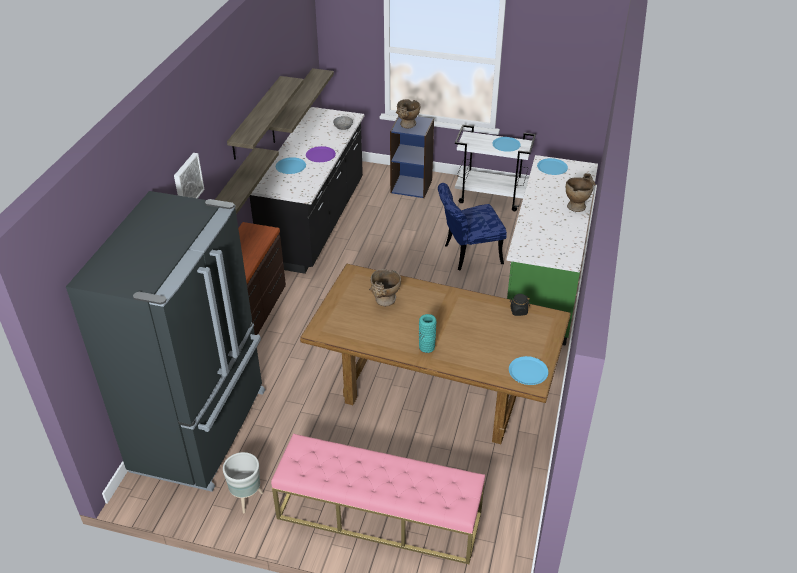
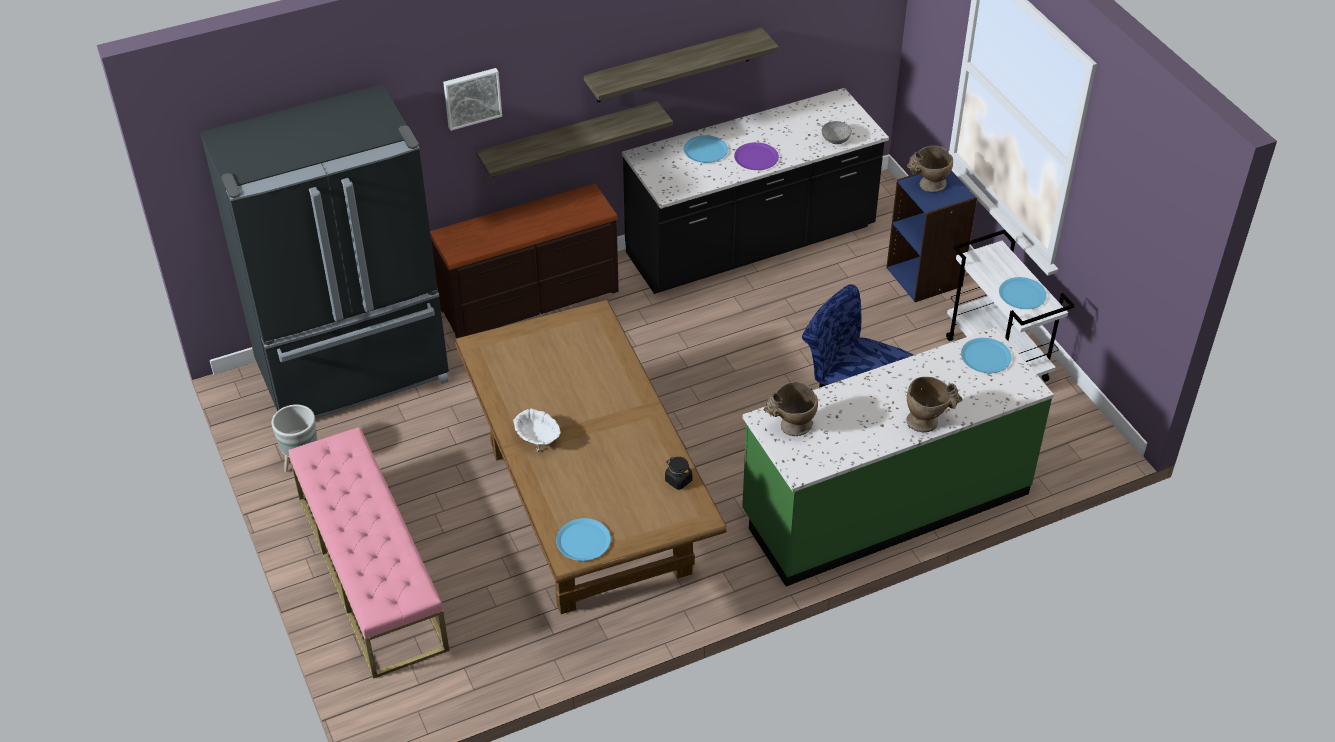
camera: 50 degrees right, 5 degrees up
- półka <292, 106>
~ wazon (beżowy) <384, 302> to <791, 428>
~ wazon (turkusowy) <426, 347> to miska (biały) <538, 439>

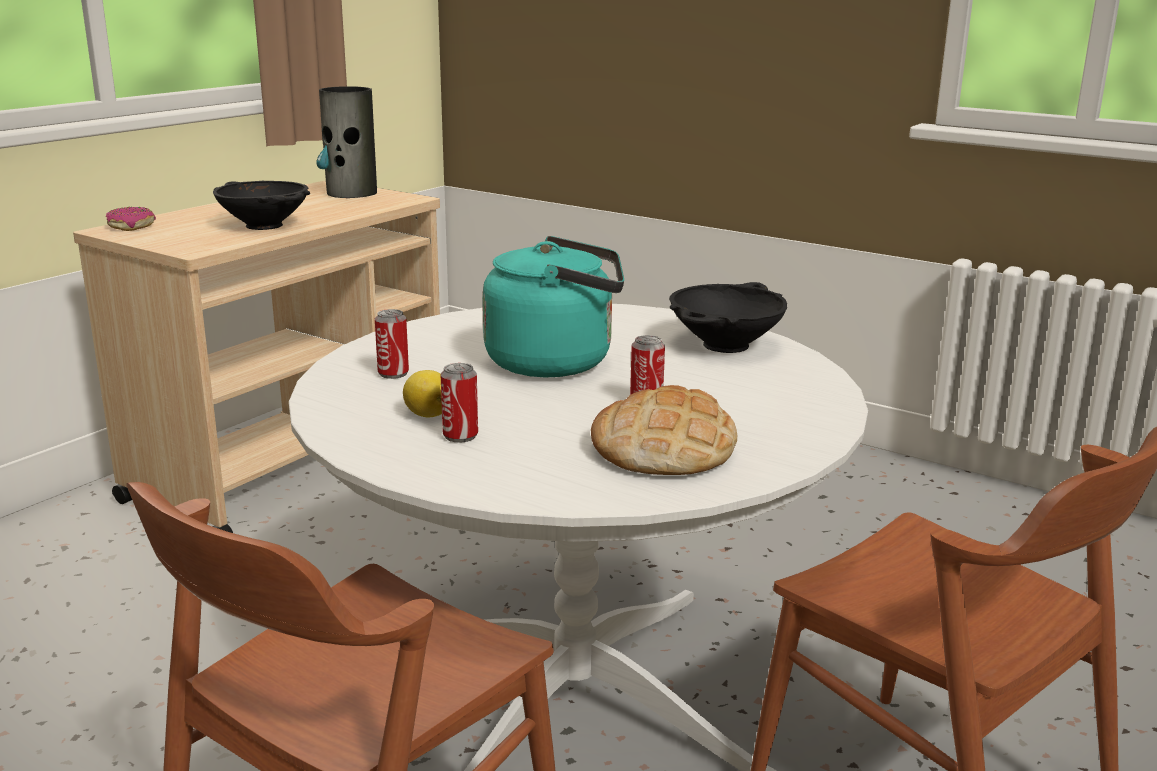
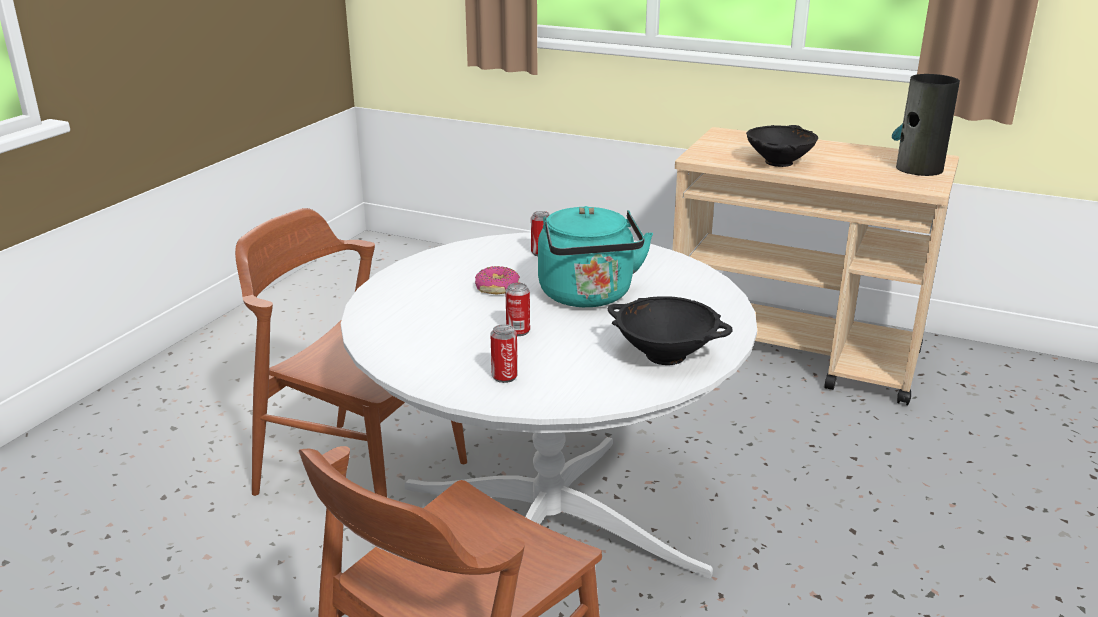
camera: 80 degrees right, 5 degrees up
- cytryna <427, 414>
- chleb <663, 448>
~ donut <131, 226> to <497, 288>
~ puszka <460, 436> to <504, 377>

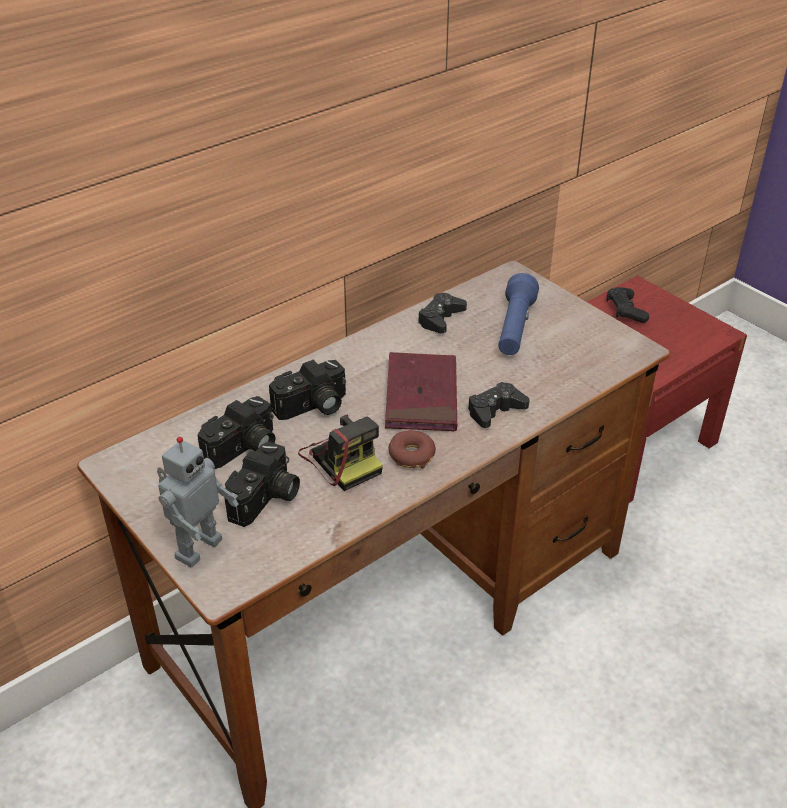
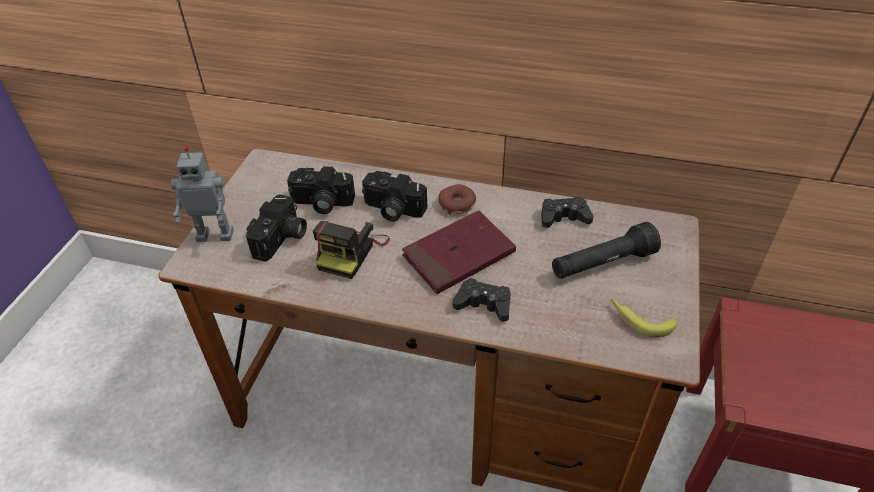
camera: 55 degrees right, 5 degrees up
- pad do gier (czarny) <625, 311>
+ banan <639, 319>
~ donut <411, 455> to <457, 204>
~ latarka (niebieski) <515, 328> to latarka (czarny) <602, 264>
~ aparat fotograficzny <266, 499> = <282, 239> 60 degrees counterclockwise

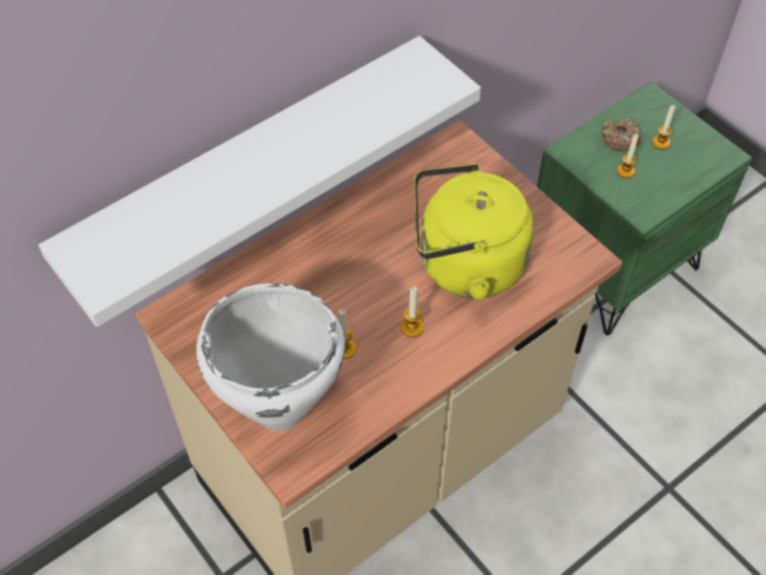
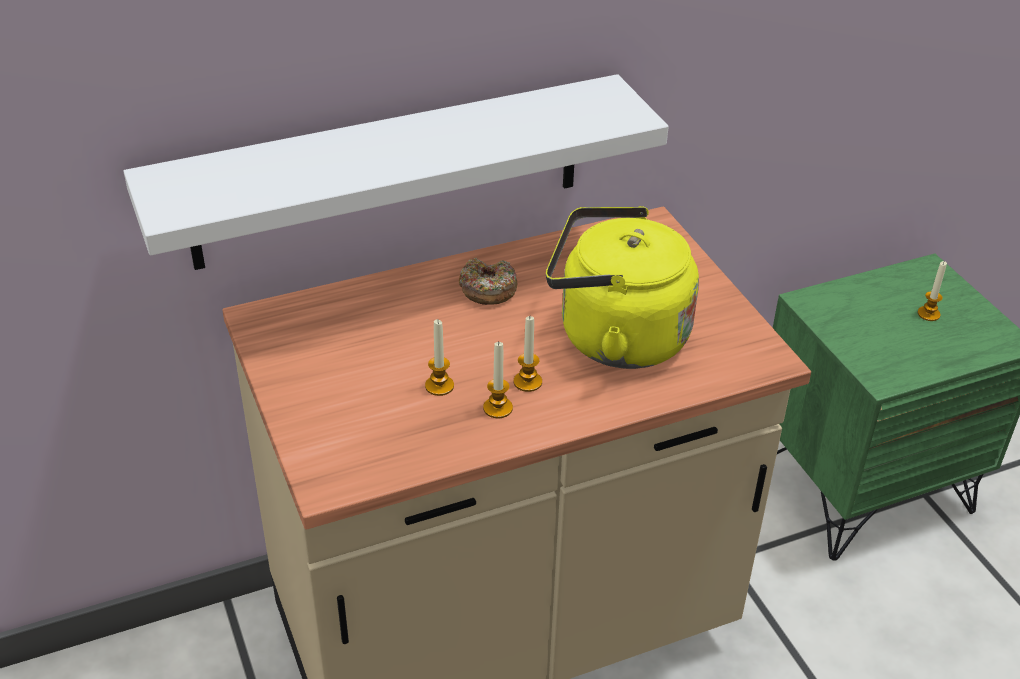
camera: 15 degrees right, 15 degrees down
- garnek (biały) <279, 407>
~ donut <619, 139> to <487, 289>
~ świeca <625, 171> to <498, 408>

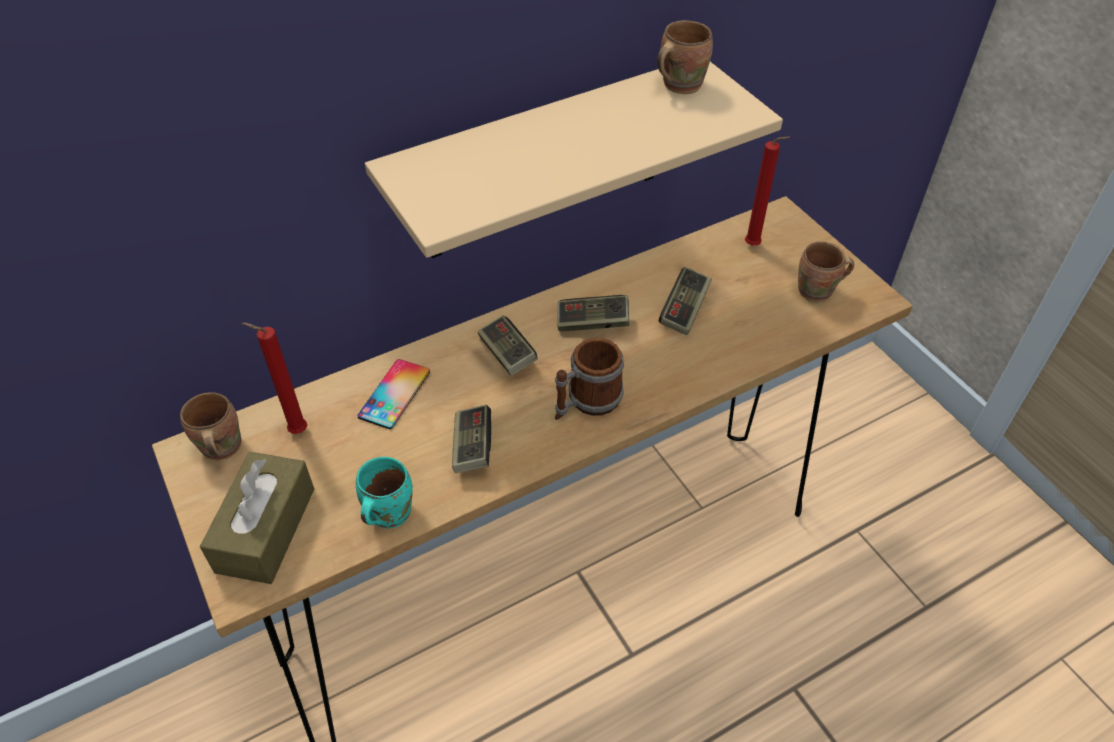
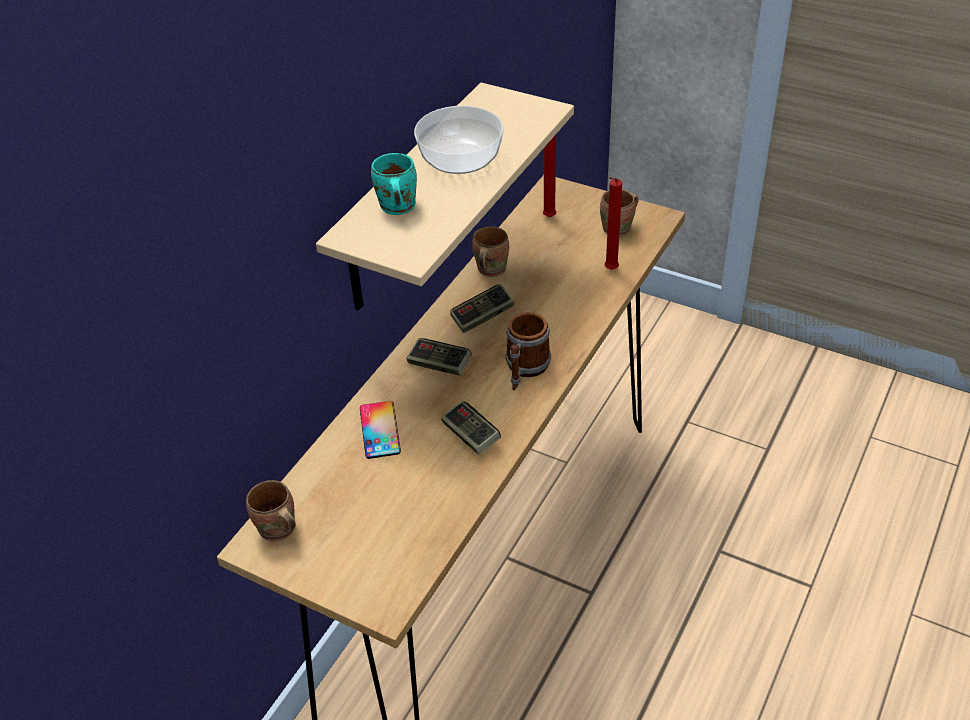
camera: 30 degrees left, 5 degrees down
- pudełko chusteczek (brązowy) <266, 529>
- pad do gier <684, 310>
+ miska <461, 159>
~ świeca (czerwony) <295, 431> to <609, 270>
~ kubek (turkusowy) <386, 513> to <395, 208>
~ kubek (brązowy) <678, 84> to <489, 270>

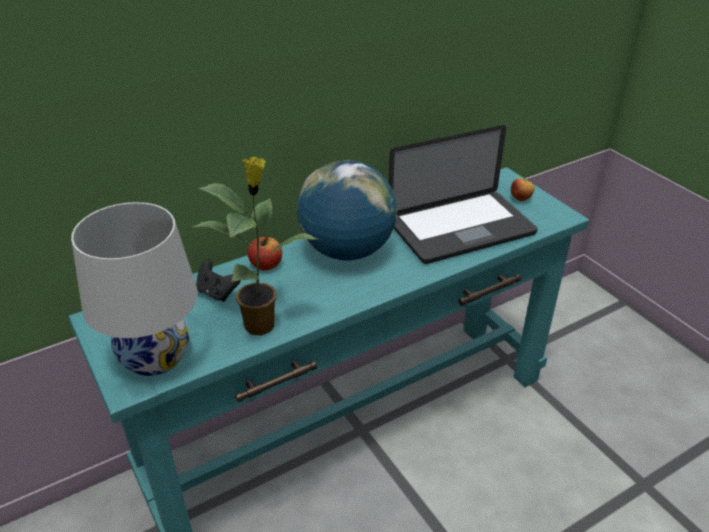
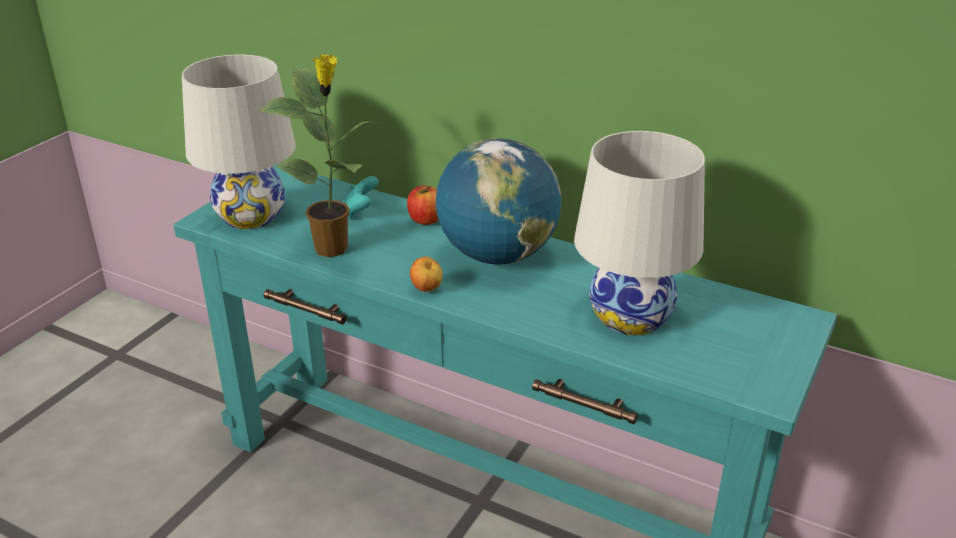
camera: 60 degrees right, 5 degrees down
~ jabłko <521, 199> to <427, 289>
~ laptop <461, 228> to lampa stołowa (biały) <631, 316>
~ pad do gier (czarny) <218, 292> to pad do gier (turkusowy) <360, 212>

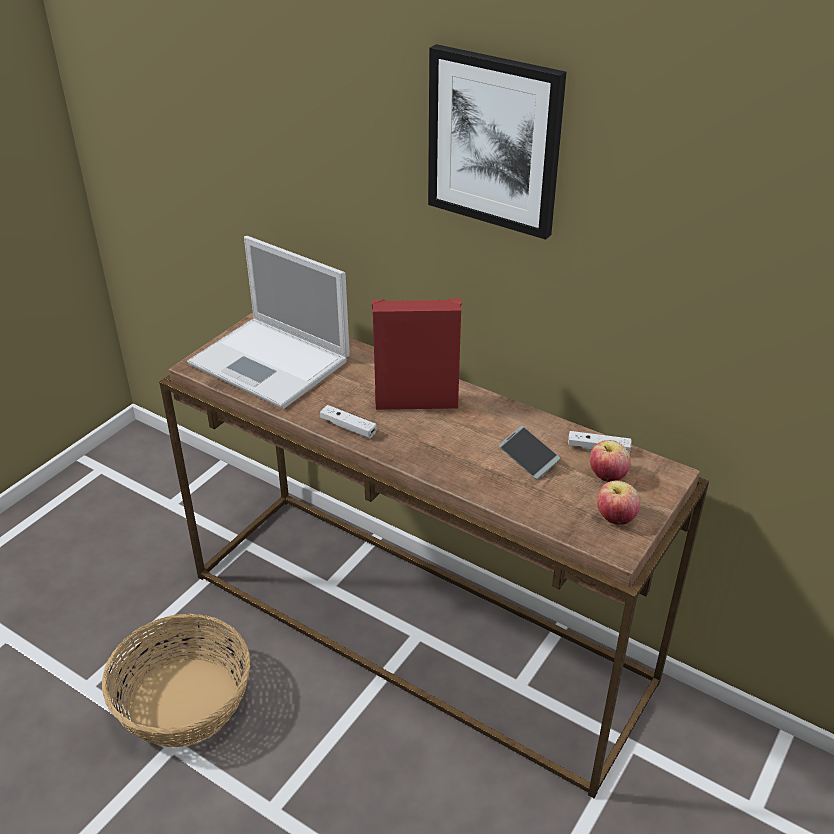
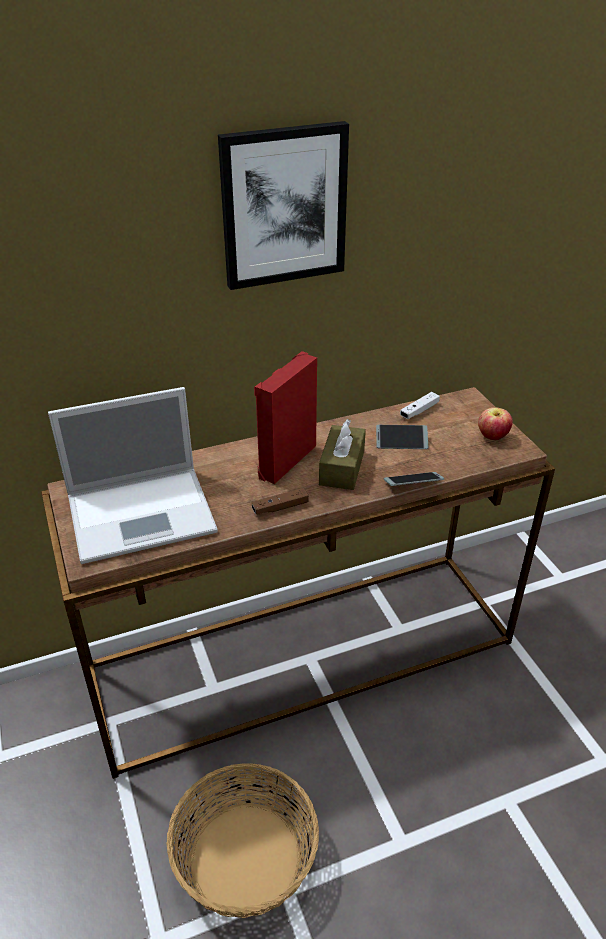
camera: 55 degrees left, 0 degrees up
- jabłko <607, 476>
+ pudełko chusteczek (brązowy) <342, 468>
+ telefon <412, 484>
~ pad do gier (biały) <348, 427> to pad do gier (brązowy) <280, 507>

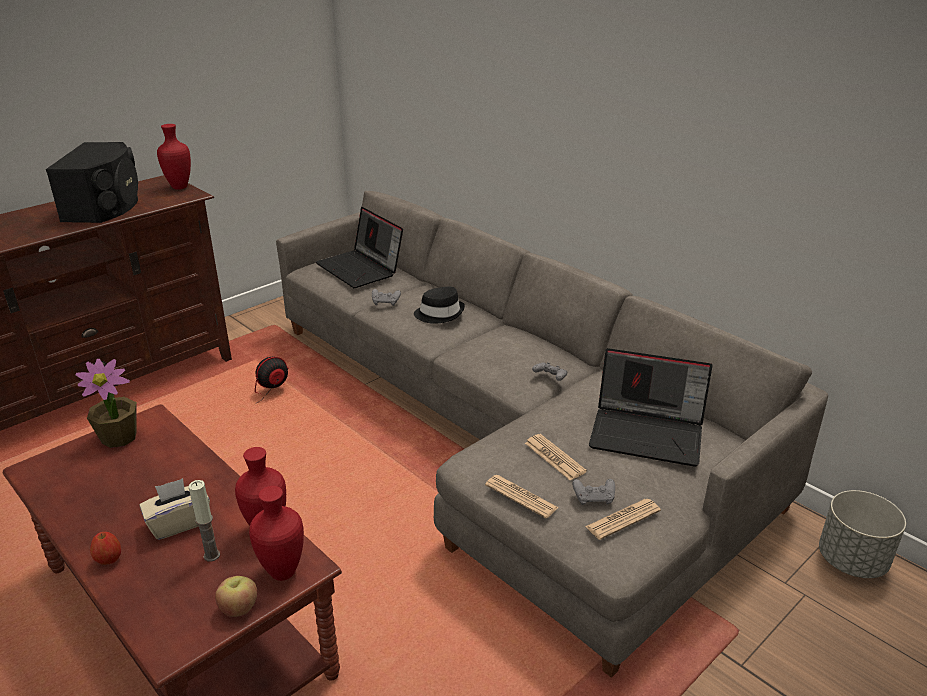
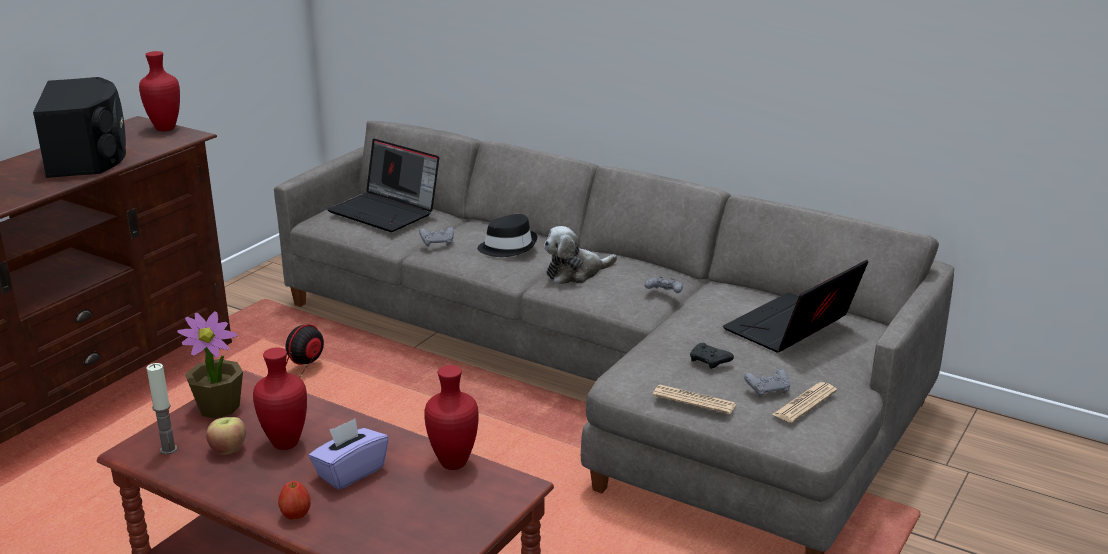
camera: 15 degrees left, 5 degrees down
- donica (szary) <852, 560>
+ pluszak <576, 273>
~ świeca <212, 555> to <168, 449>
~ jabłko <239, 608> to <228, 449>
~ wazon (czerwony) <284, 573> to <287, 444>
~ gazeta <554, 457> to pad do gier (czarny) <710, 362>
~ pudełko chusteczek (beżowy) <179, 523> to pudełko chusteczek (fioletowy) <350, 472>
~ laptop <648, 433> = <791, 328> 135 degrees clockwise

